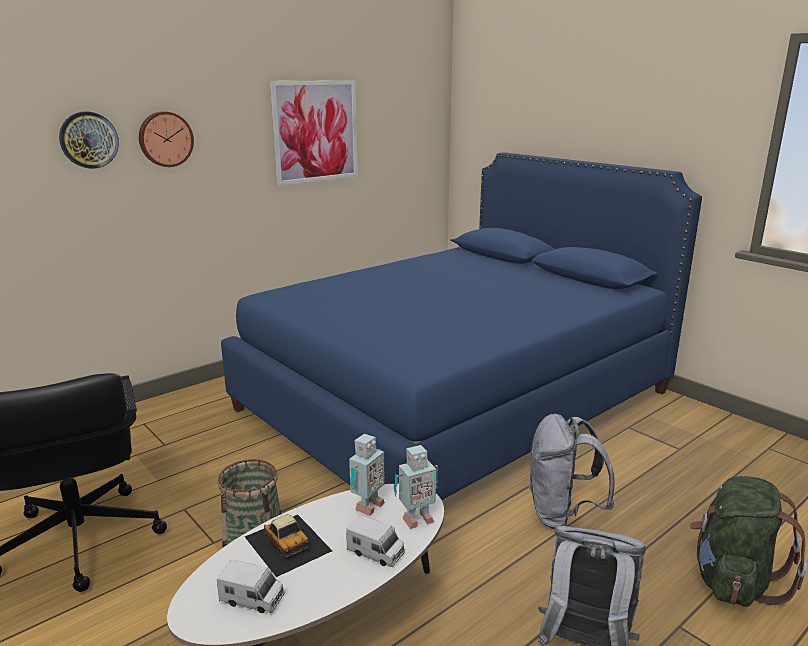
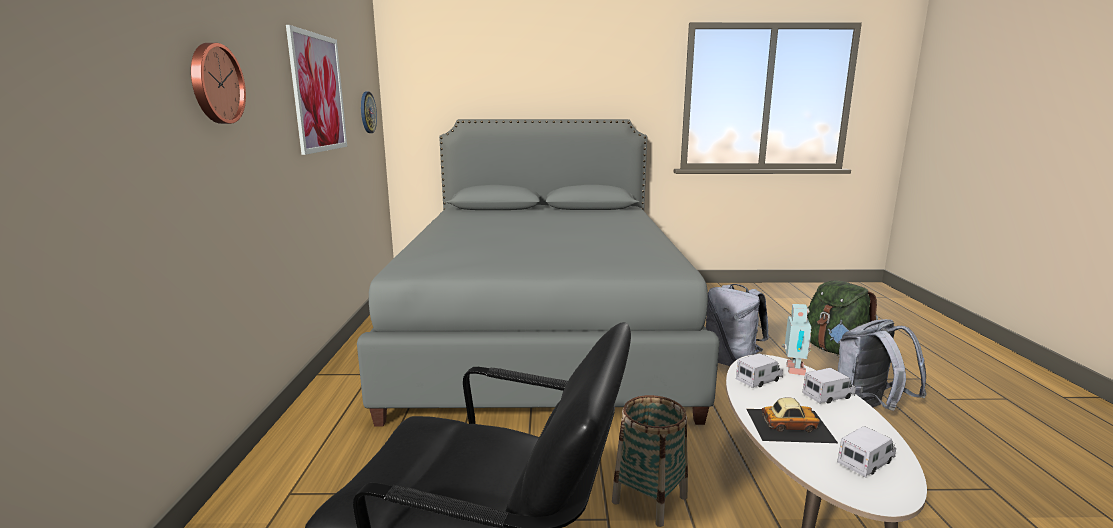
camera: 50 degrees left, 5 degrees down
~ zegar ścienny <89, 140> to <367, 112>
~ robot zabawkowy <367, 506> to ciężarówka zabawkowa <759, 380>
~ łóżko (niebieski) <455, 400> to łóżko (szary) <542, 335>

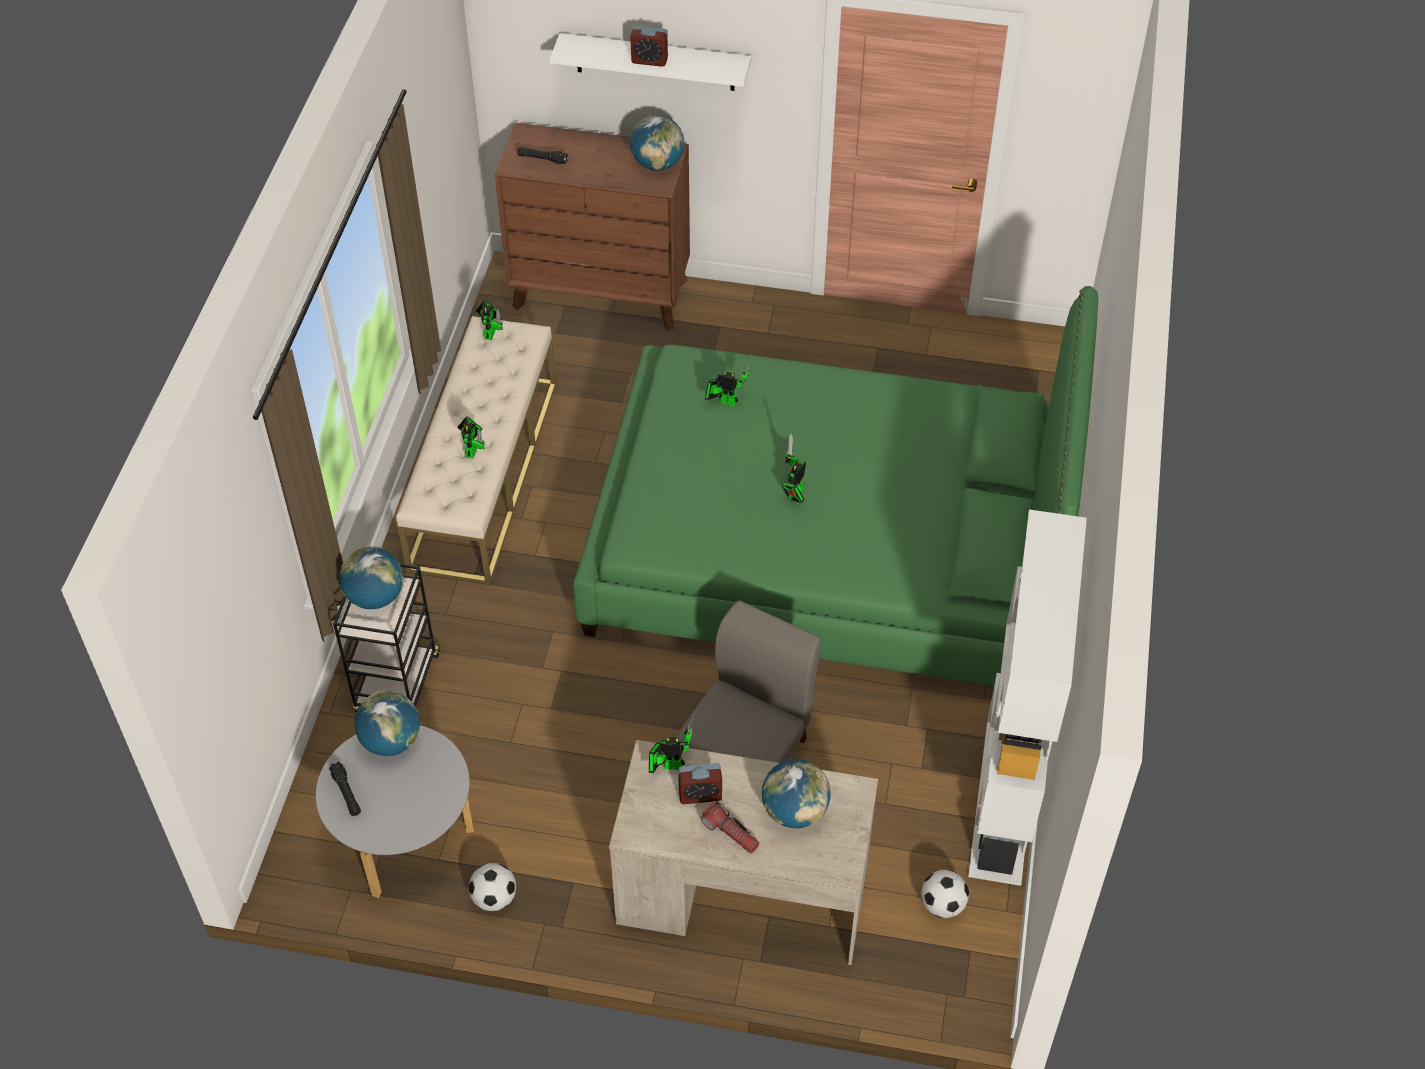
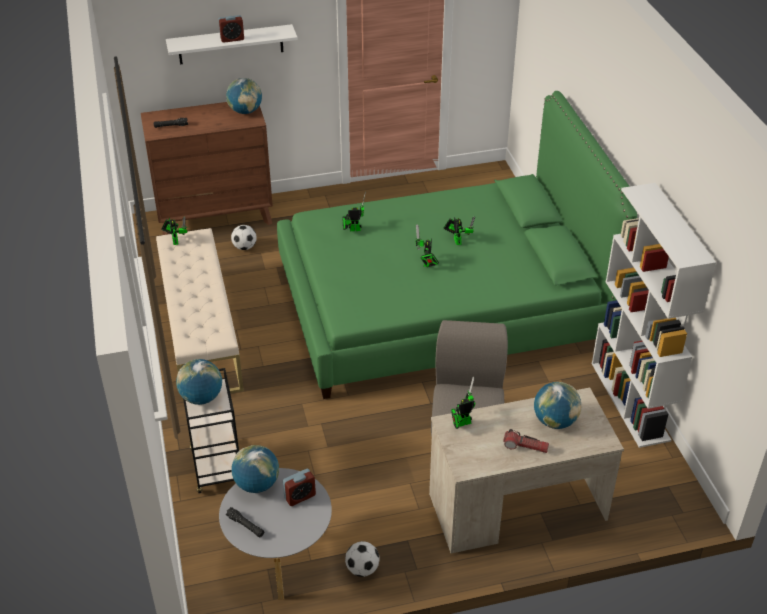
camera: 25 degrees left, 10 degrees down
~ robot zabawkowy <472, 449> to <457, 240>
~ budzik <700, 794> to <300, 496>
~ piłka futbolowa <942, 905> to <245, 247>

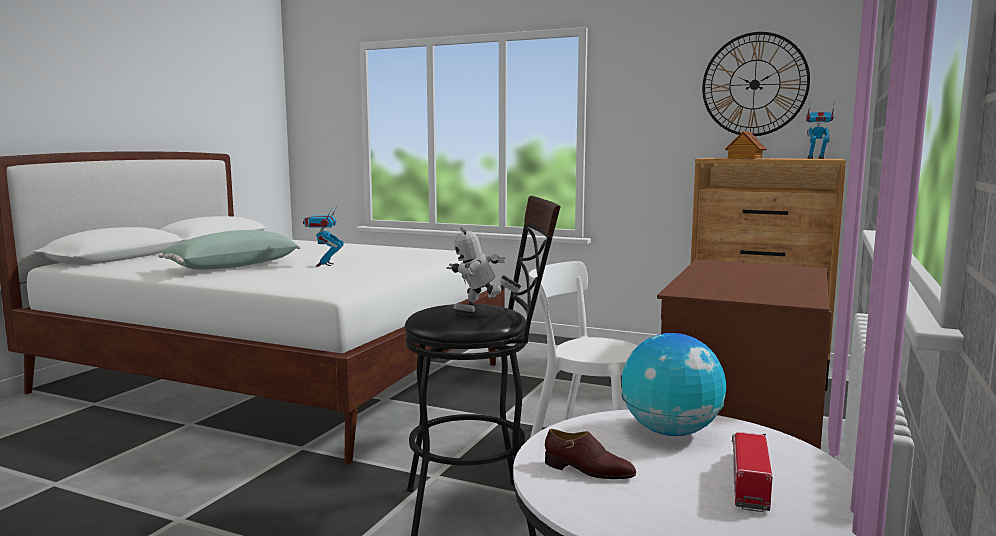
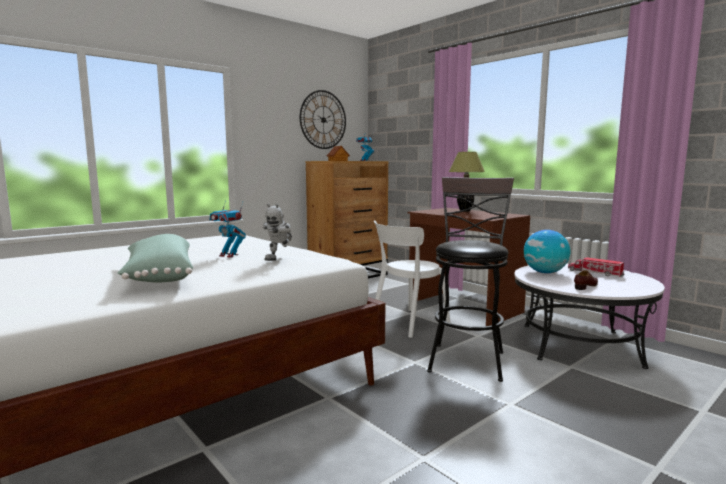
camera: 65 degrees left, 0 degrees up
+ lampa stołowa <465, 211>
~ robot zabawkowy <481, 315> to <279, 259>

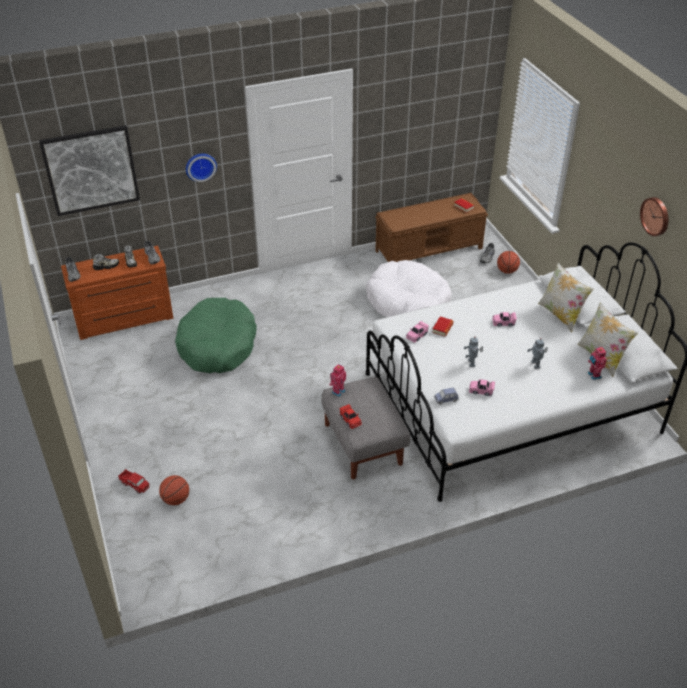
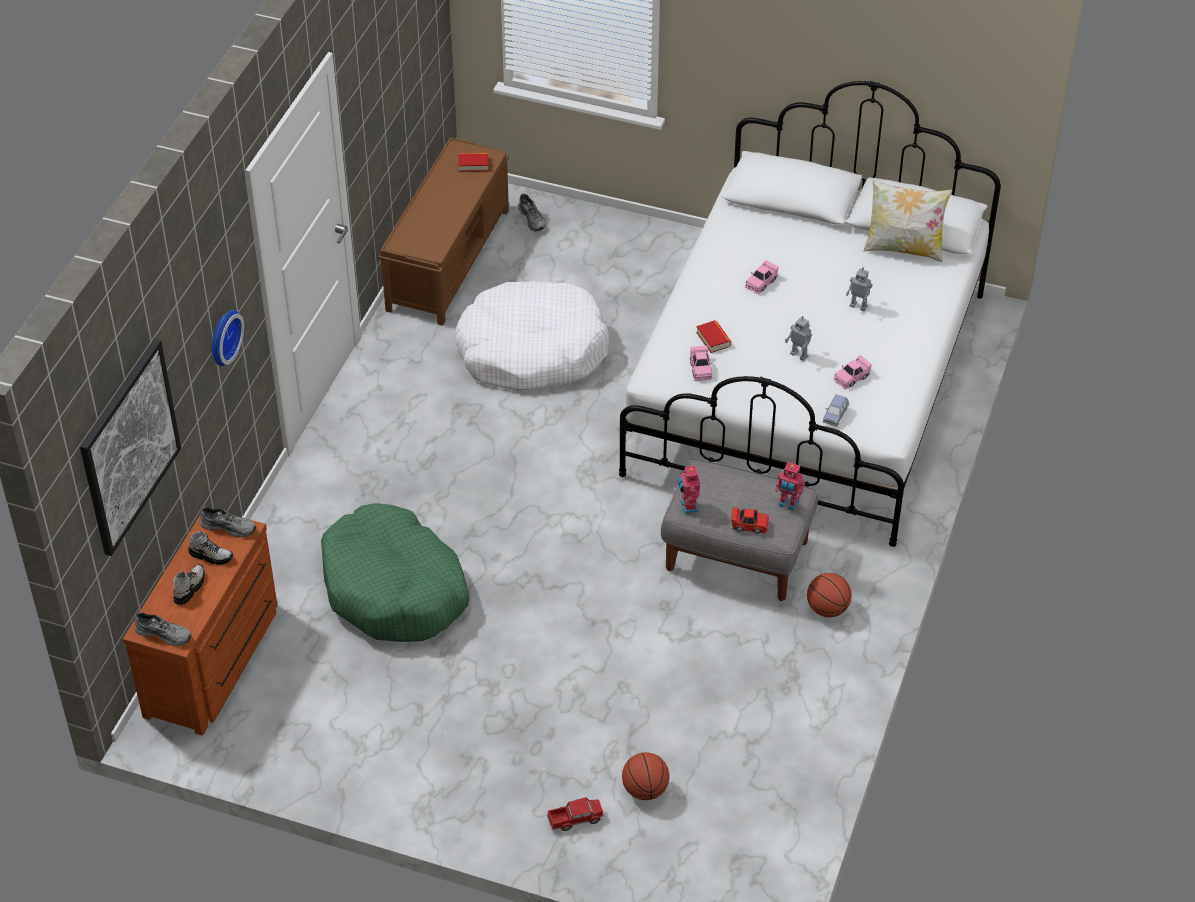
camera: 50 degrees left, 5 degrees up
- poduszka <560, 315>
- zegar ścienny <656, 216>
~ piłka do koszykówki <507, 271> to <827, 609>
~ robot zabawkowy <593, 375> to <788, 504>

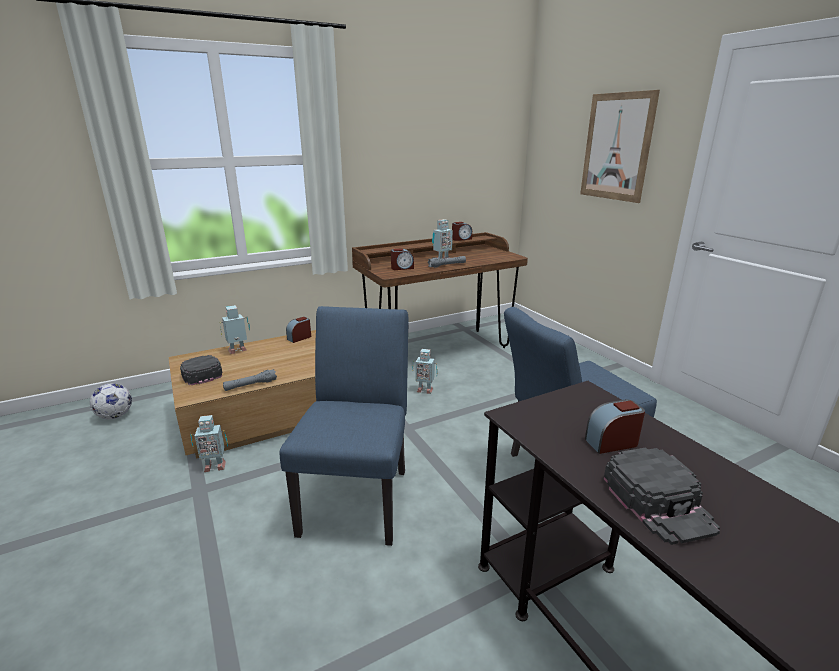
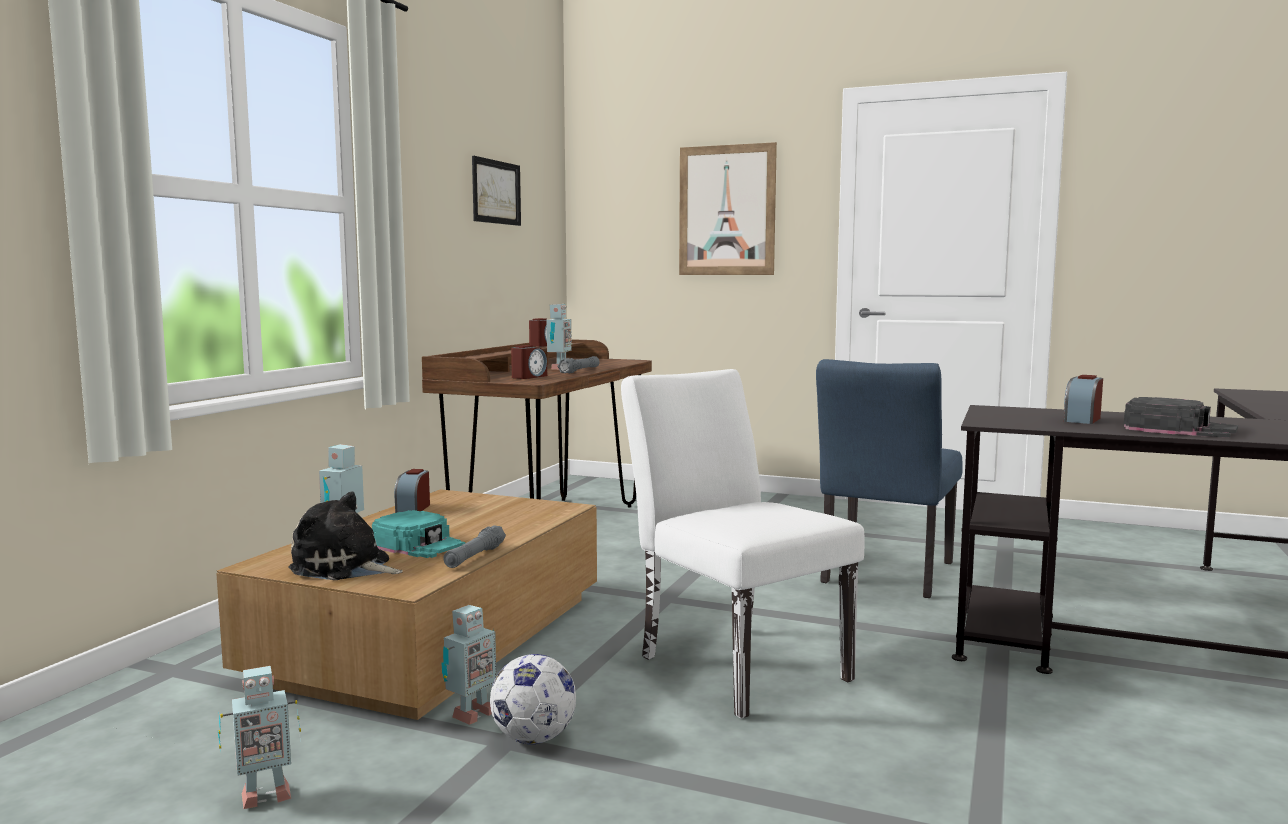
camera: 40 degrees left, 15 degrees down
+ czapka z daszkiem (turkusowy) <419, 544>
+ obraz <496, 192>
~ piłka futbolowa <115, 416> to <534, 738>
~ robot zabawkowy <424, 390> to <264, 795>
~ czapka z daszkiem (czarny) <200, 373> to pluszak <344, 567>
~ krzesło (niebieski) <358, 494> to krzesło (biały) <733, 663>

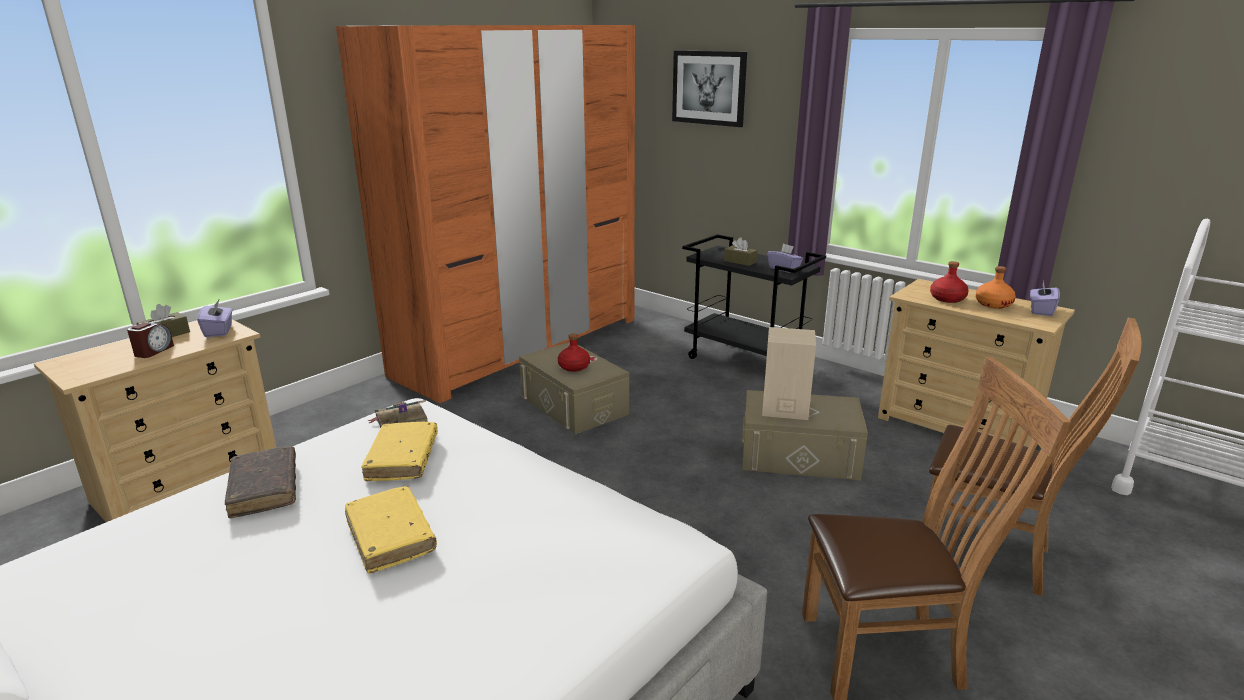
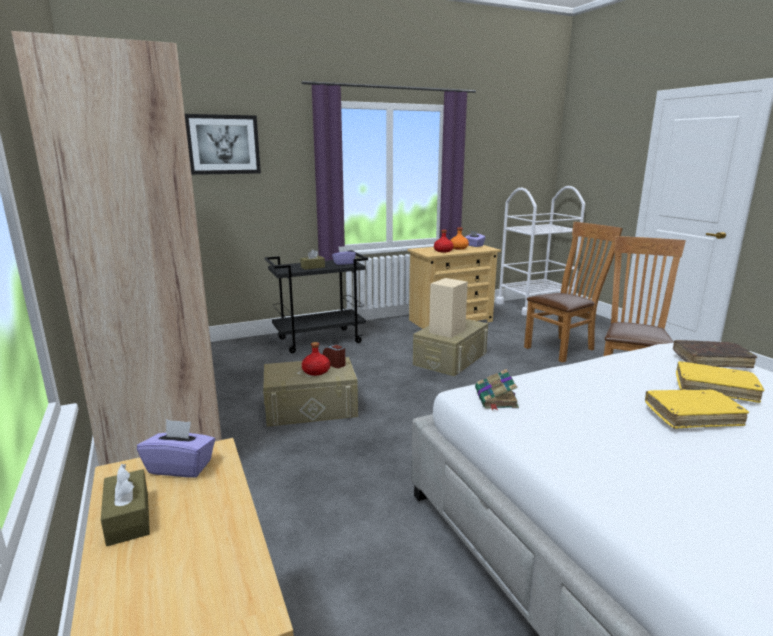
camera: 65 degrees left, 5 degrees down
~ budzik <153, 351> to <335, 364>
~ książka (brązowy) <264, 489> to <711, 360>
~ książka (żółty) <402, 459> to <715, 388>
~ szafa (pomarańczowy) <521, 346> to szafa (beżowy) <162, 407>

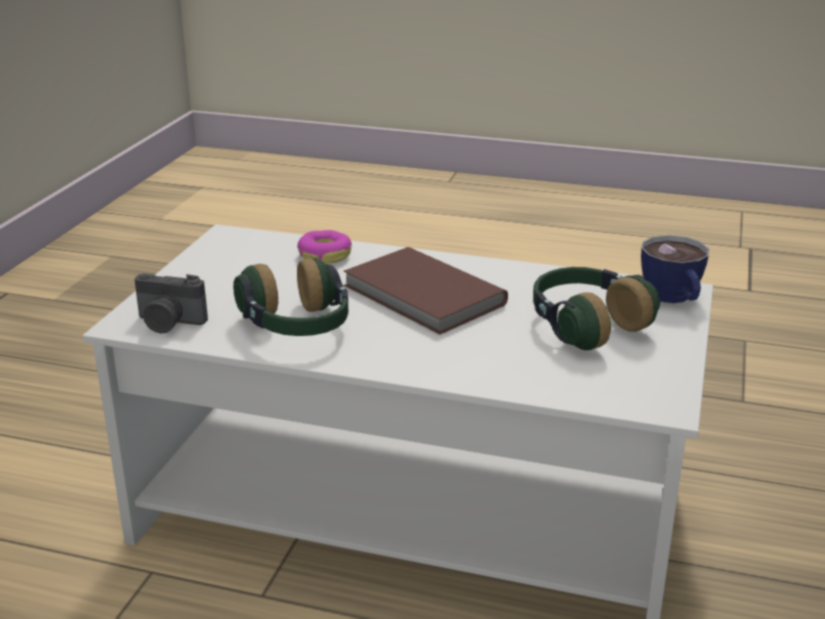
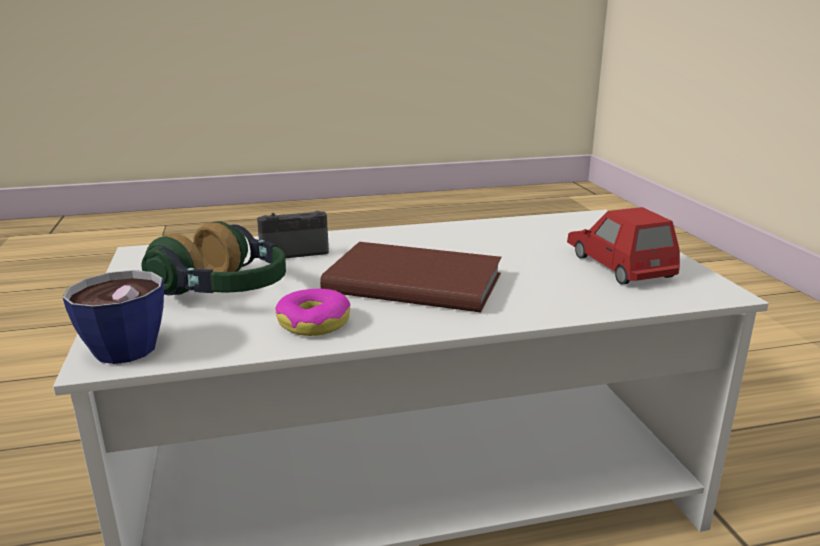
camera: 150 degrees right, 5 degrees down
- słuchawki <298, 327>
+ samochodzik (czerwony) <618, 265>
~ aparat fotograficzny <169, 323> to <293, 251>
~ donut <324, 255> to <314, 323>

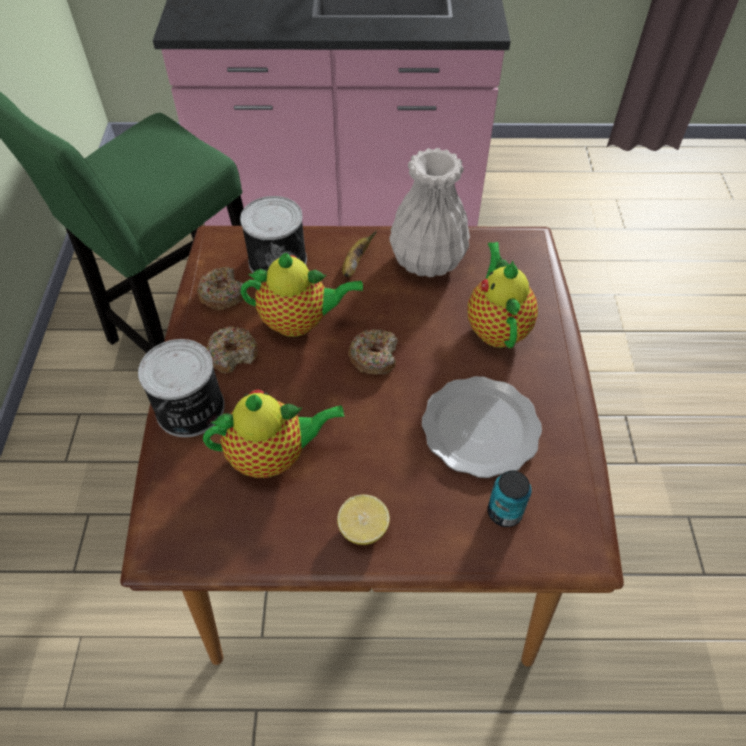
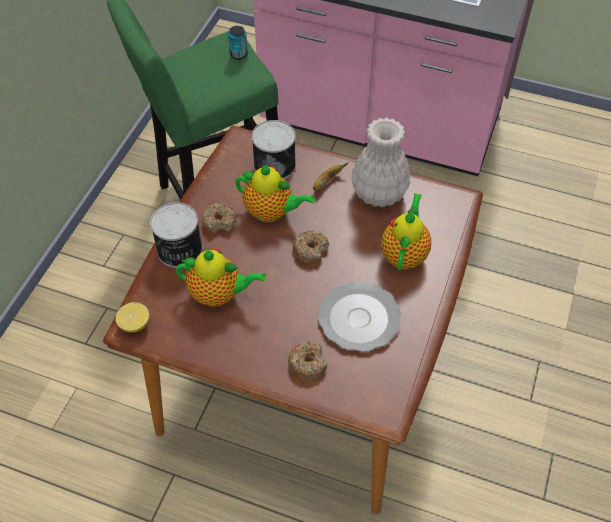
camera: 20 degrees right, 0 degrees up
~ donut <222, 294> to <307, 363>
~ cytryna <363, 528> to <134, 324>
~ puszka <504, 512> to <238, 55>

